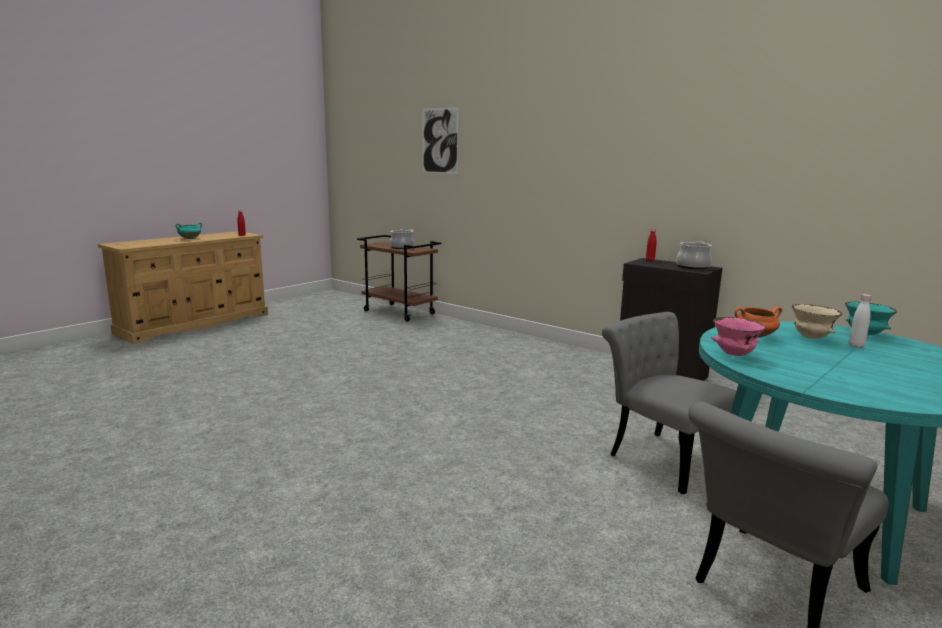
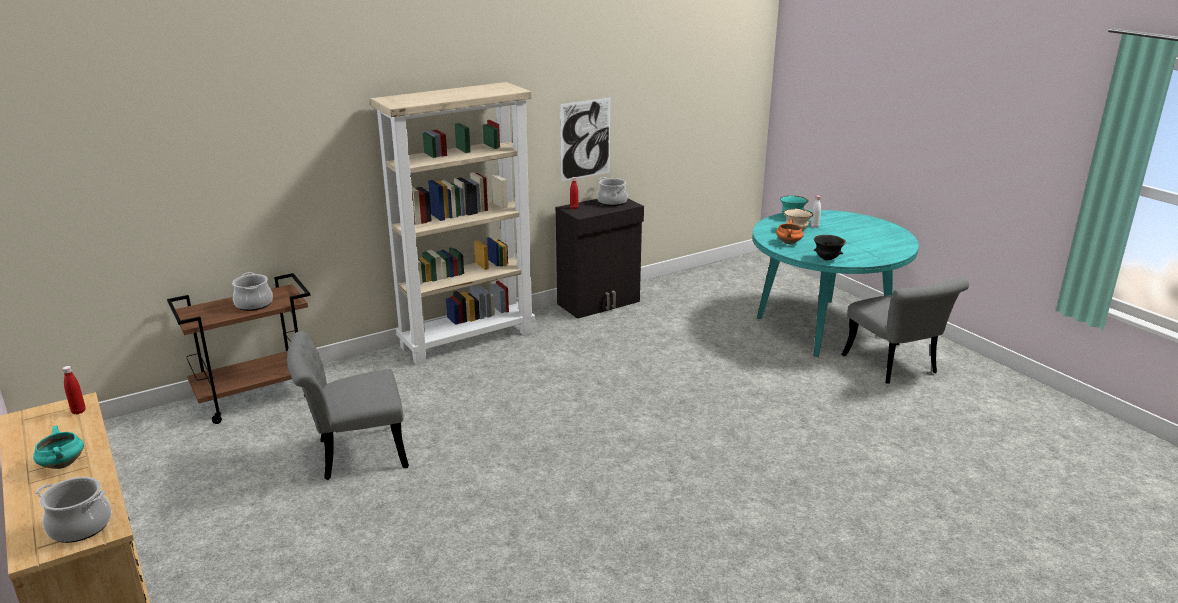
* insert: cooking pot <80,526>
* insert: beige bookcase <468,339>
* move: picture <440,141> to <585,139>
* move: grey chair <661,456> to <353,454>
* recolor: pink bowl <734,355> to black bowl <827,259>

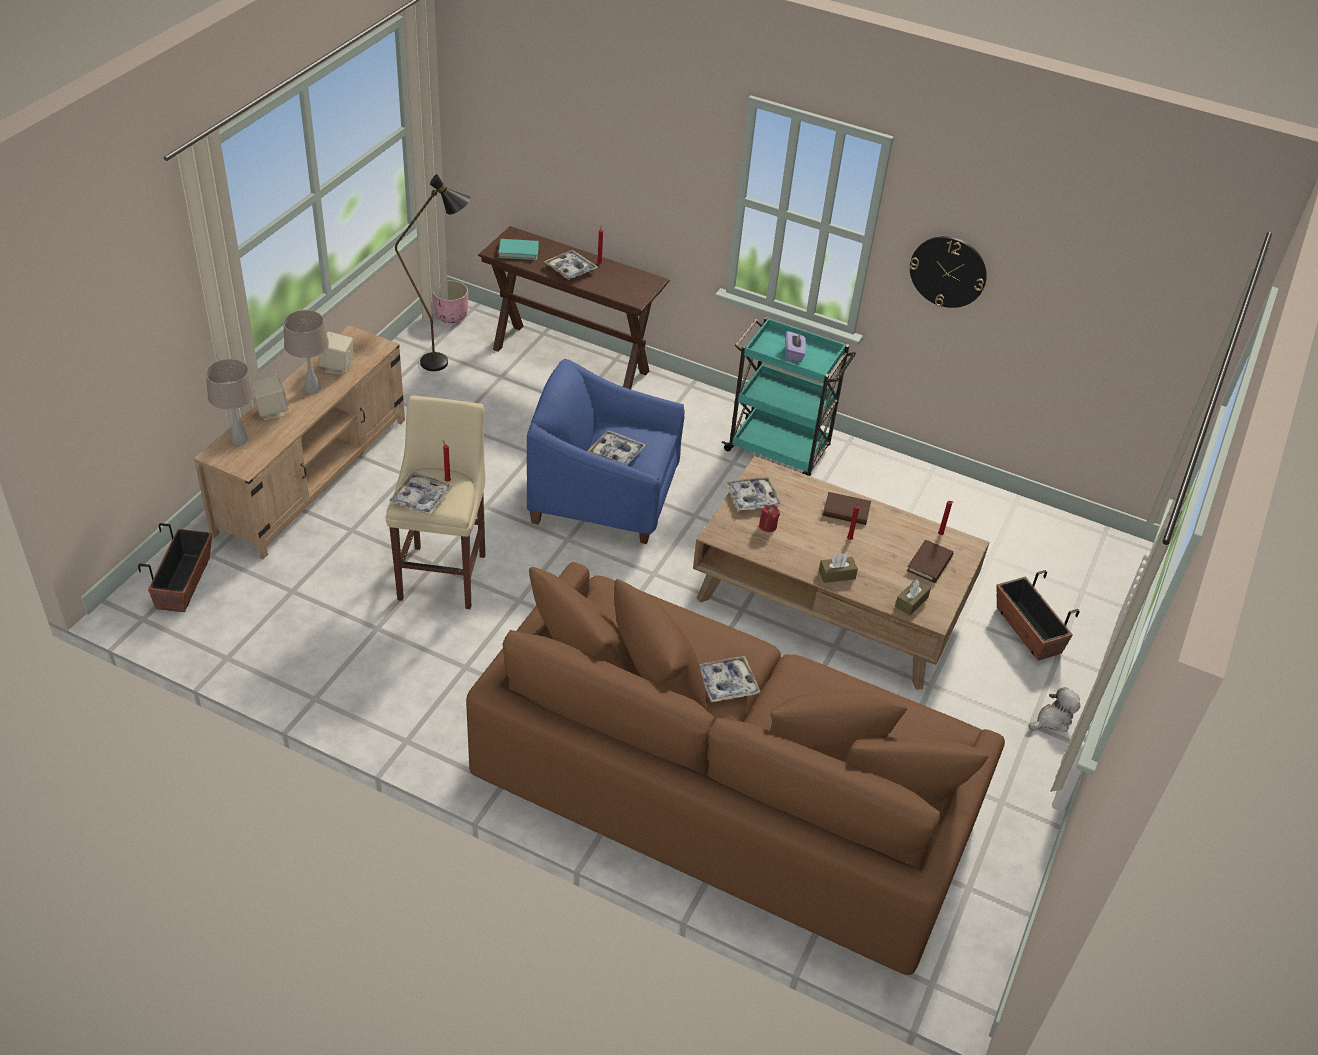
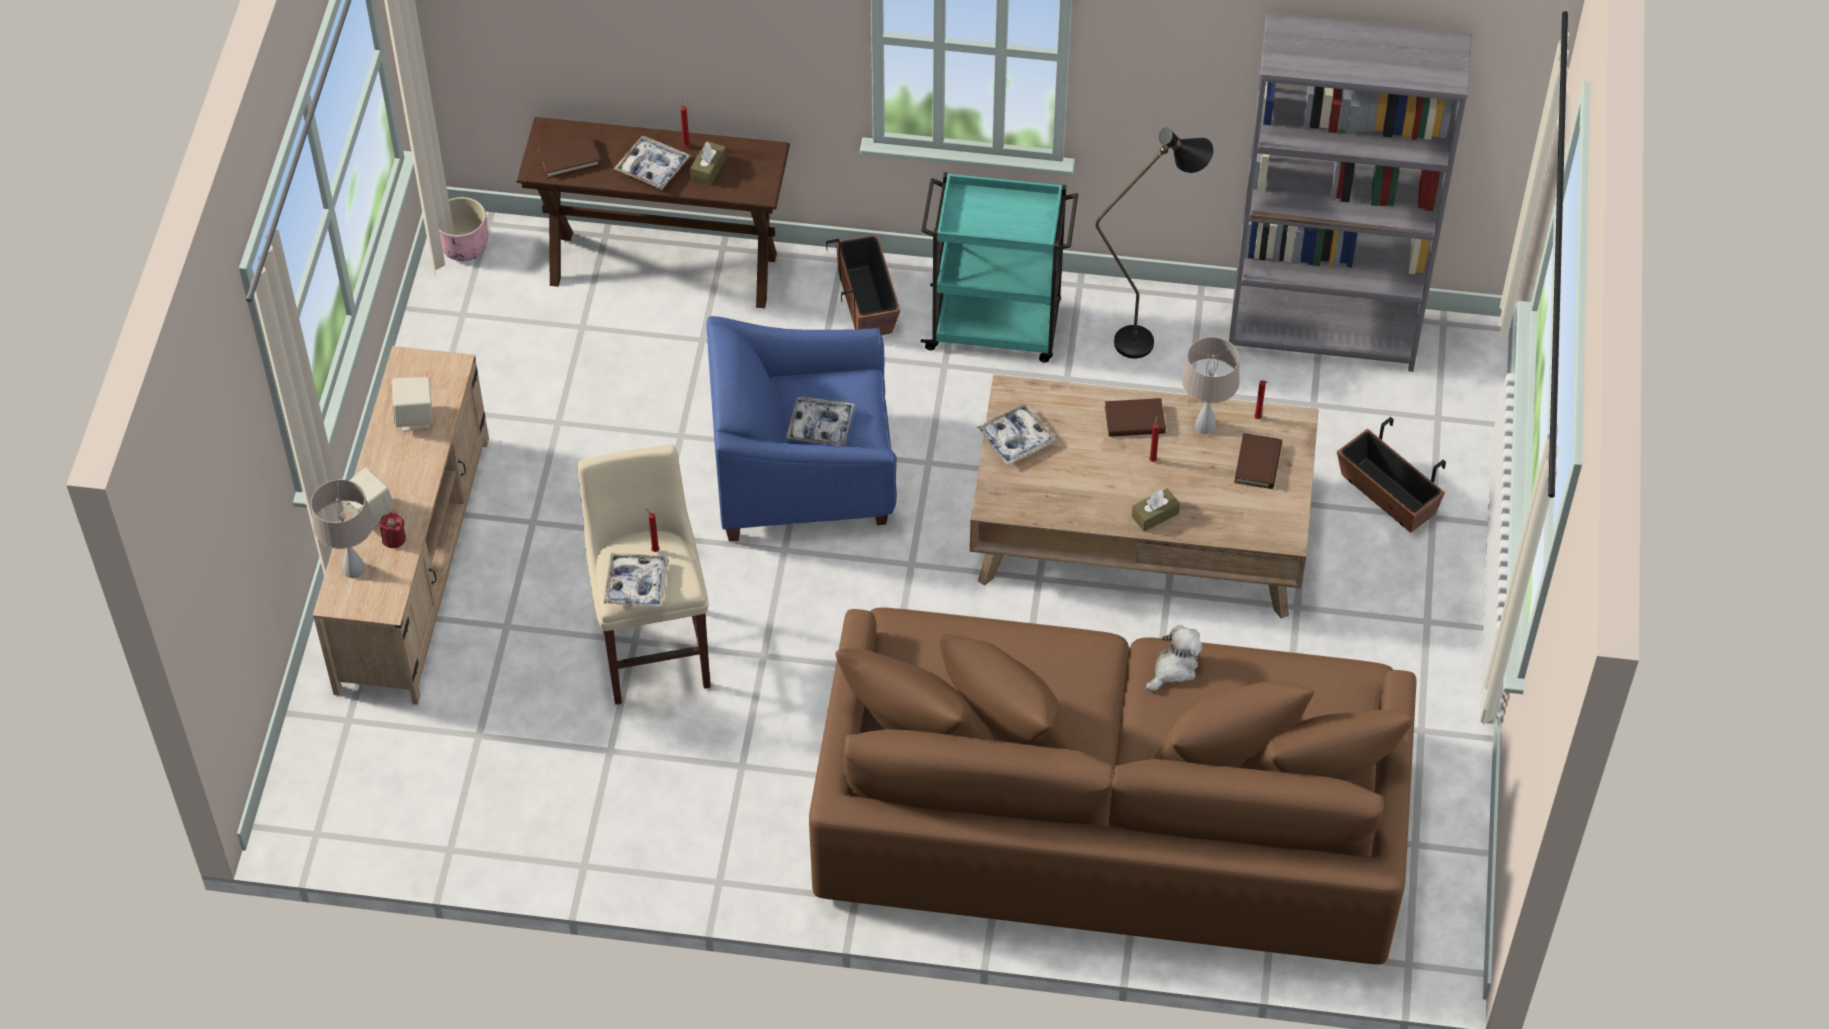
* delete: tray <727,683>
* delete: purple tissue box <794,354>
* delete: wall clock <948,271>
* insert: grey bookcase <1323,332>
* move: planter <184,583> to <866,301>
* move: beige table lamp <312,389> to <1205,426>
* move: black floor lamp <444,364> to <1148,340>
* move: red candle <768,526> to <394,539>
* move: brown tissue box <911,602> to <708,169>
* move: plush toy <1052,720> to <1174,668>
* recolor: turquoise book <518,251> to brown book <569,159>

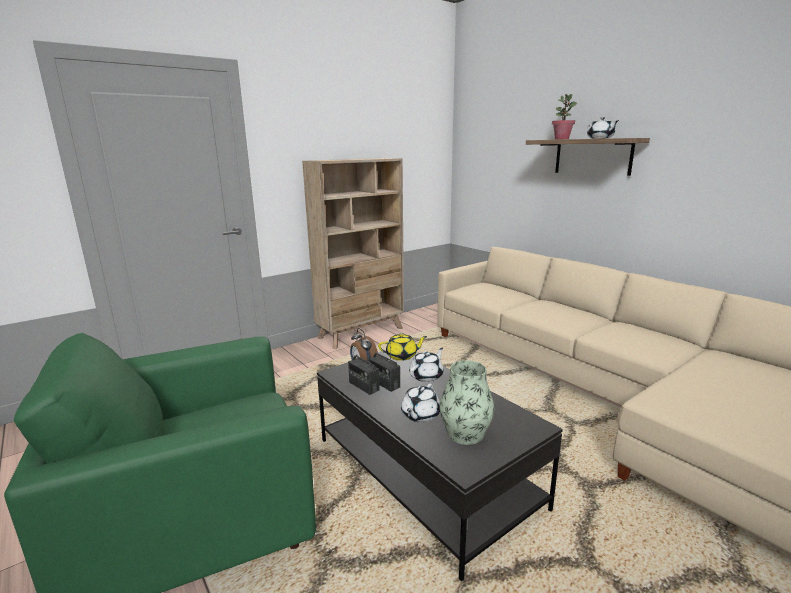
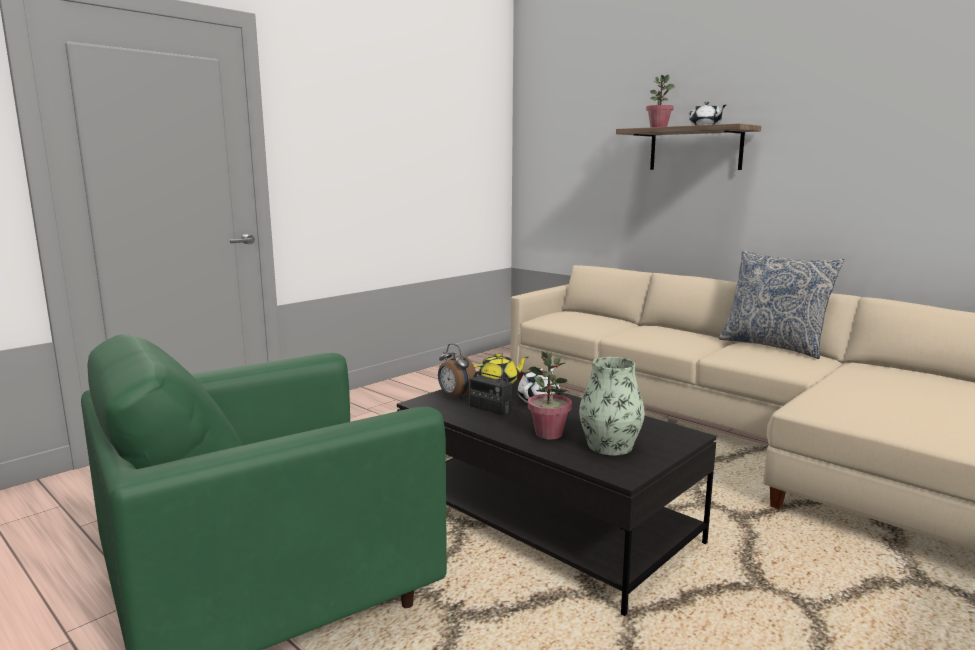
* delete: beige bookcase <361,333>
* delete: radio <363,386>
* insert: pillow <773,346>
* replace: white teapot <420,415> to potted plant <548,434>

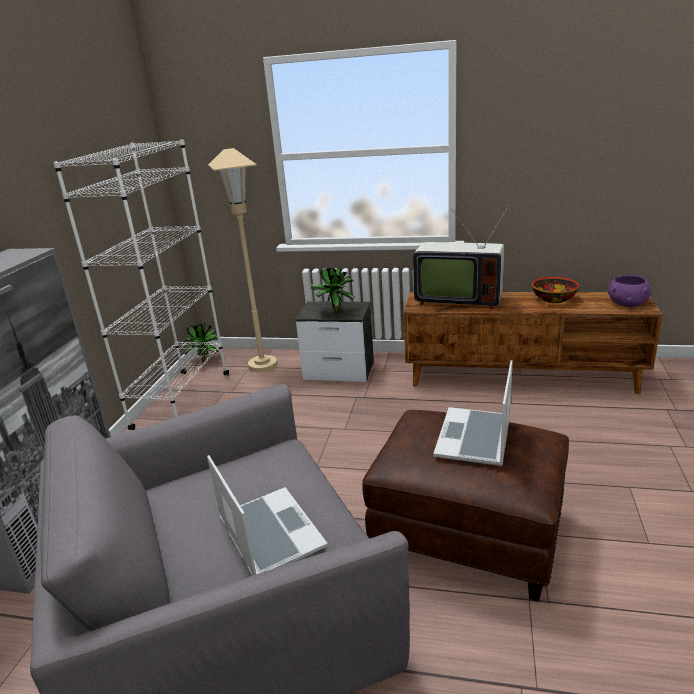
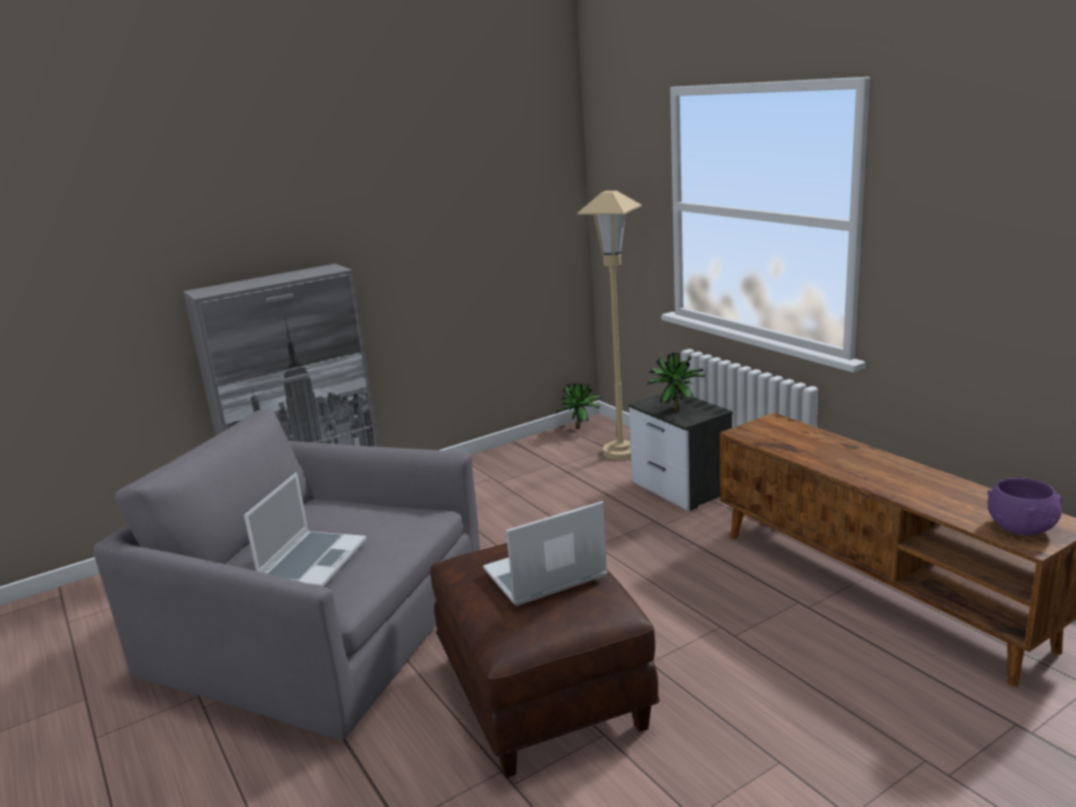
* delete: white bookcase <182,400>
* delete: television <457,299>
* delete: bowl <554,299>

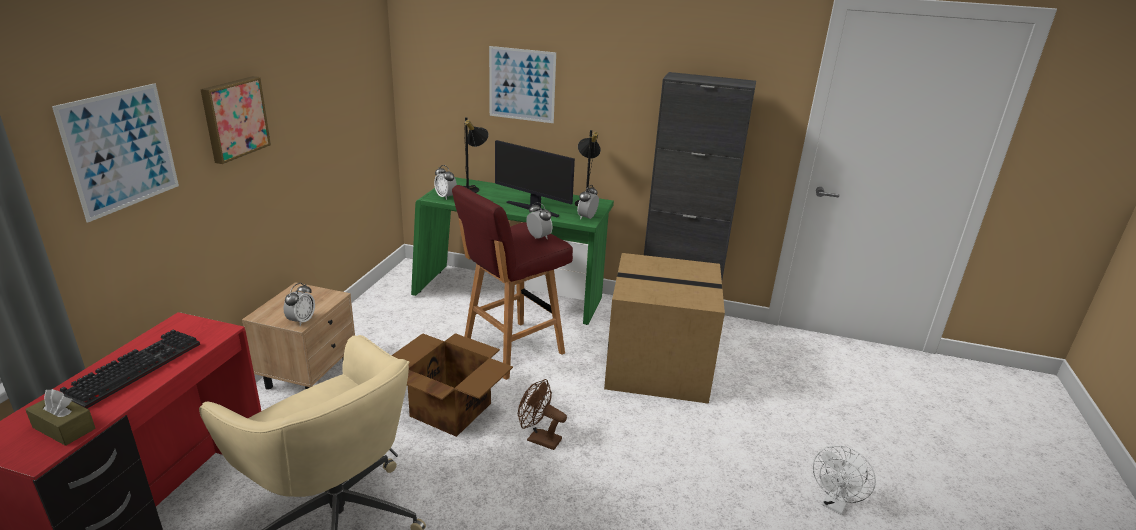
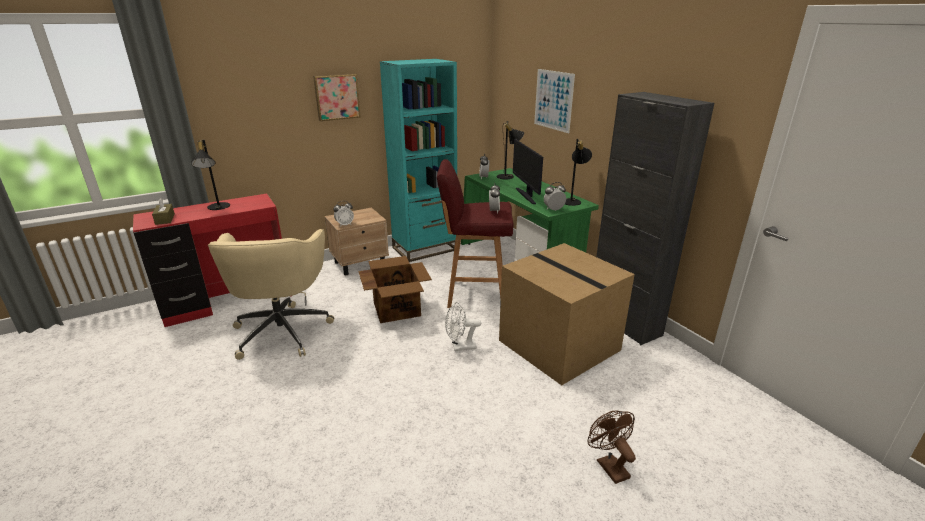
* delete: picture <121,150>
* insert: turquoise bookcase <425,249>
* move: brown fan <539,439> to <609,465>
* move: white fan <835,504> to <460,347>
* replace: keyboard <135,368> to black table lamp <217,208>

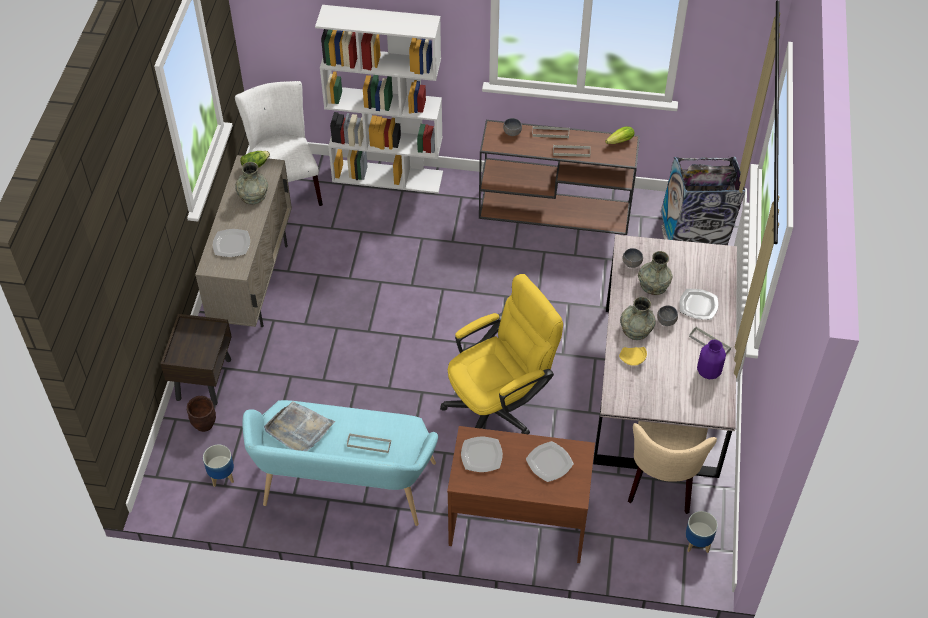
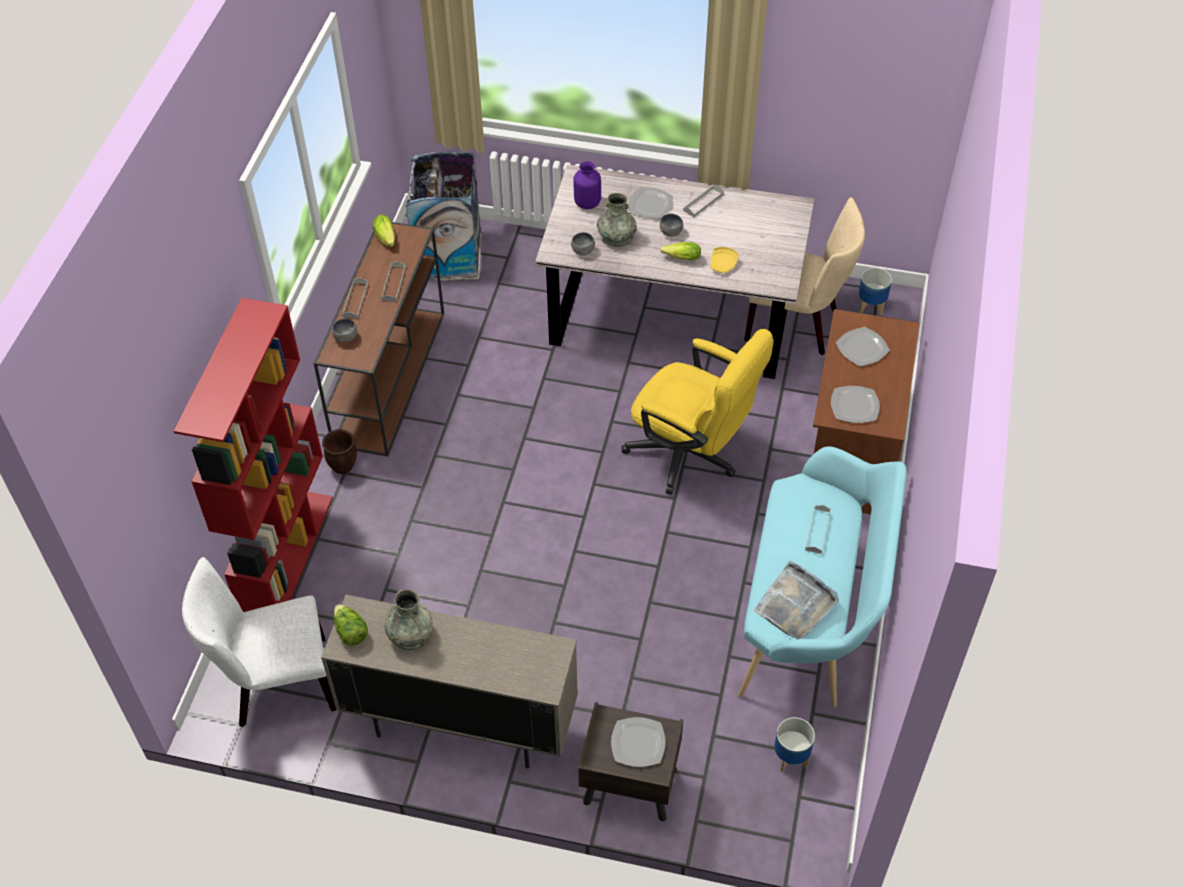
* move: brown planter <204,426> to <343,467>
* move: plate <232,244> to <638,742>
* move: purple vase <708,372> to <588,203>
* replace: grey vase <636,328> to lettuce <680,258>
* recolor: white bookcase <388,176> to red bookcase <286,554>
* rotate: yellow office chair <499,406> = <691,456> 150 degrees clockwise

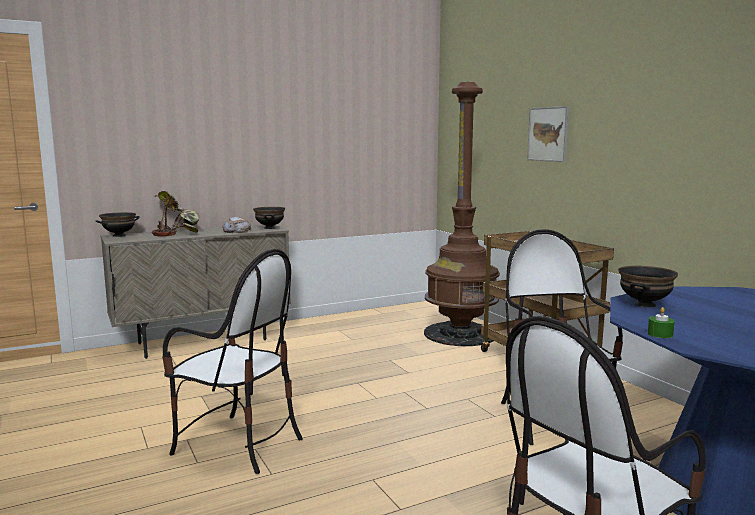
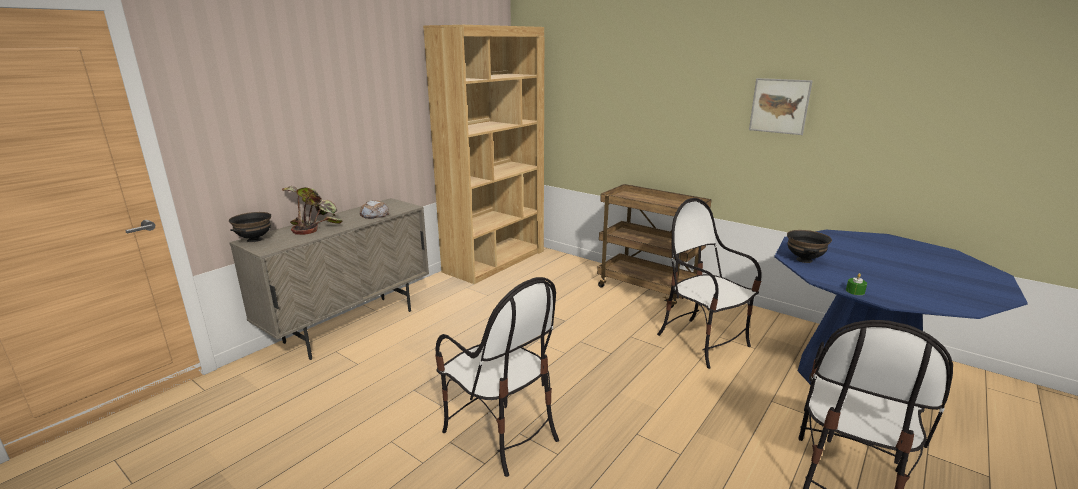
* delete: black bowl <270,228>
* delete: brown floor lamp <460,334>
* insert: brown bookcase <495,261>
* move: picture <548,134> to <779,106>
* rotate: chair <237,444> = <500,433> 45 degrees clockwise

